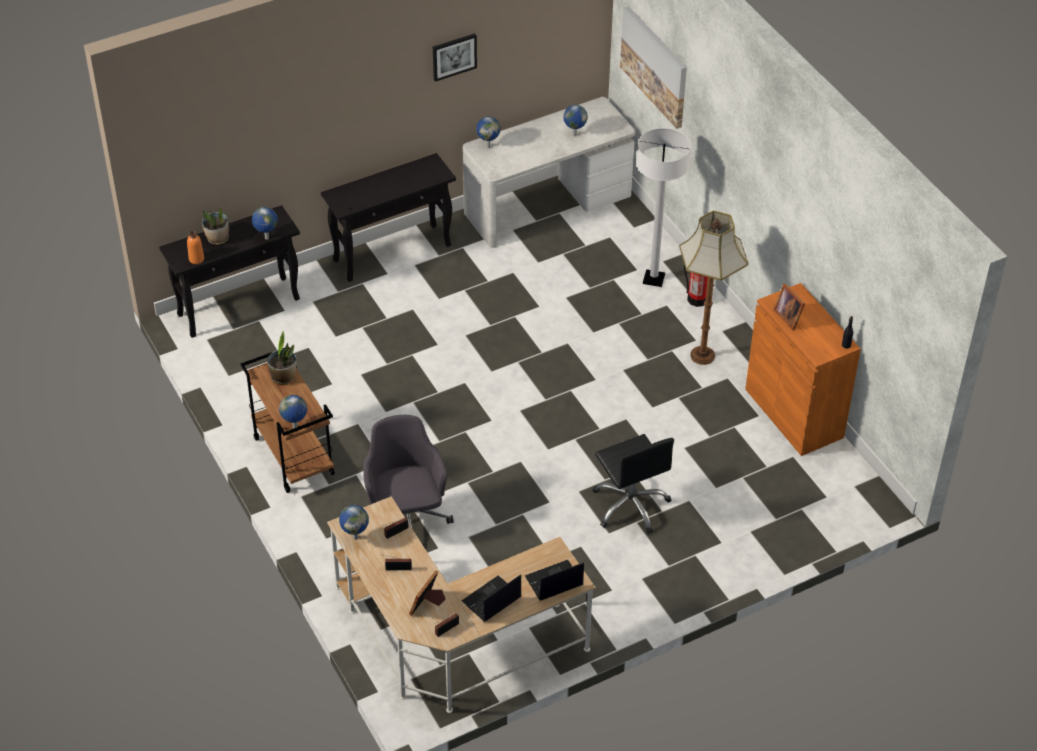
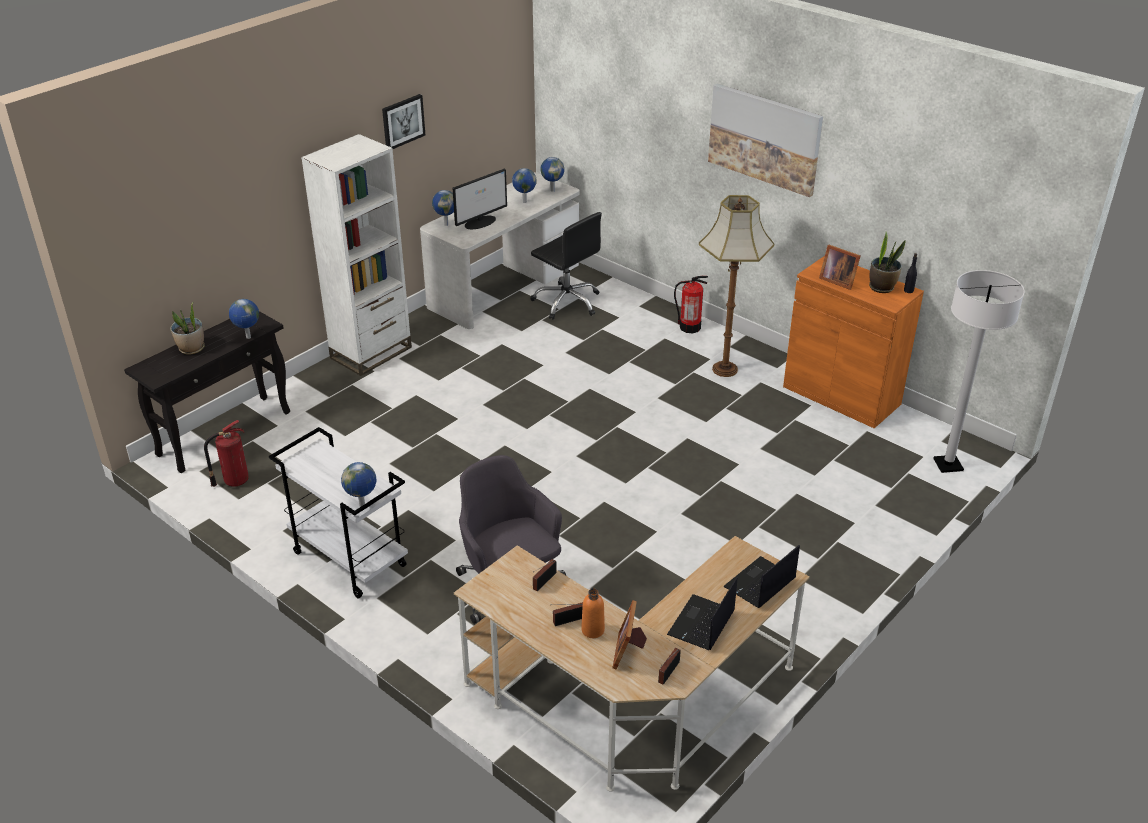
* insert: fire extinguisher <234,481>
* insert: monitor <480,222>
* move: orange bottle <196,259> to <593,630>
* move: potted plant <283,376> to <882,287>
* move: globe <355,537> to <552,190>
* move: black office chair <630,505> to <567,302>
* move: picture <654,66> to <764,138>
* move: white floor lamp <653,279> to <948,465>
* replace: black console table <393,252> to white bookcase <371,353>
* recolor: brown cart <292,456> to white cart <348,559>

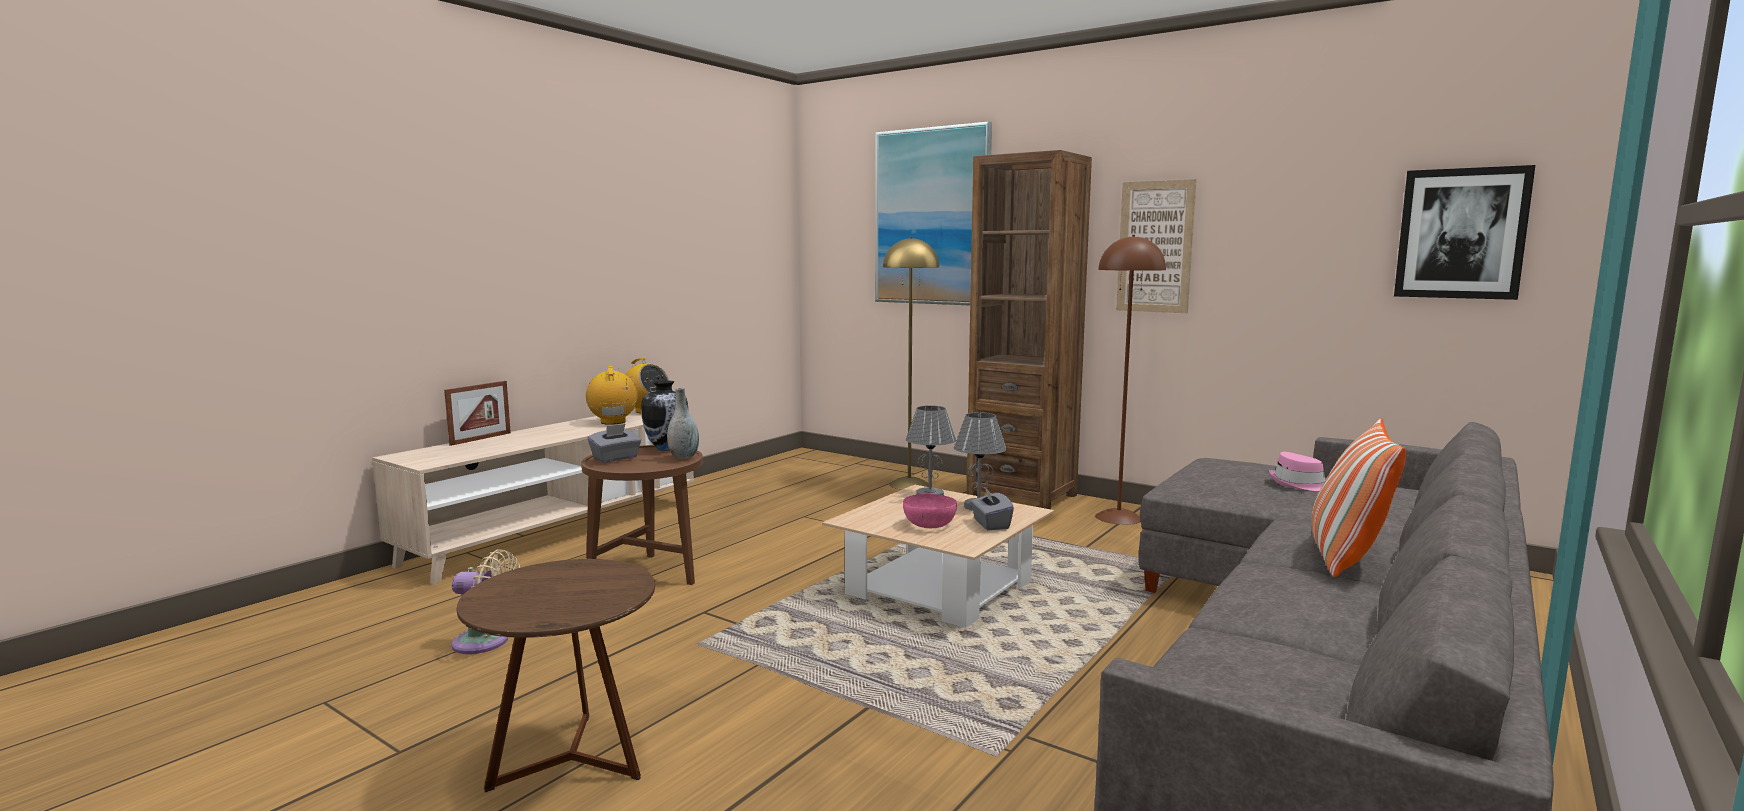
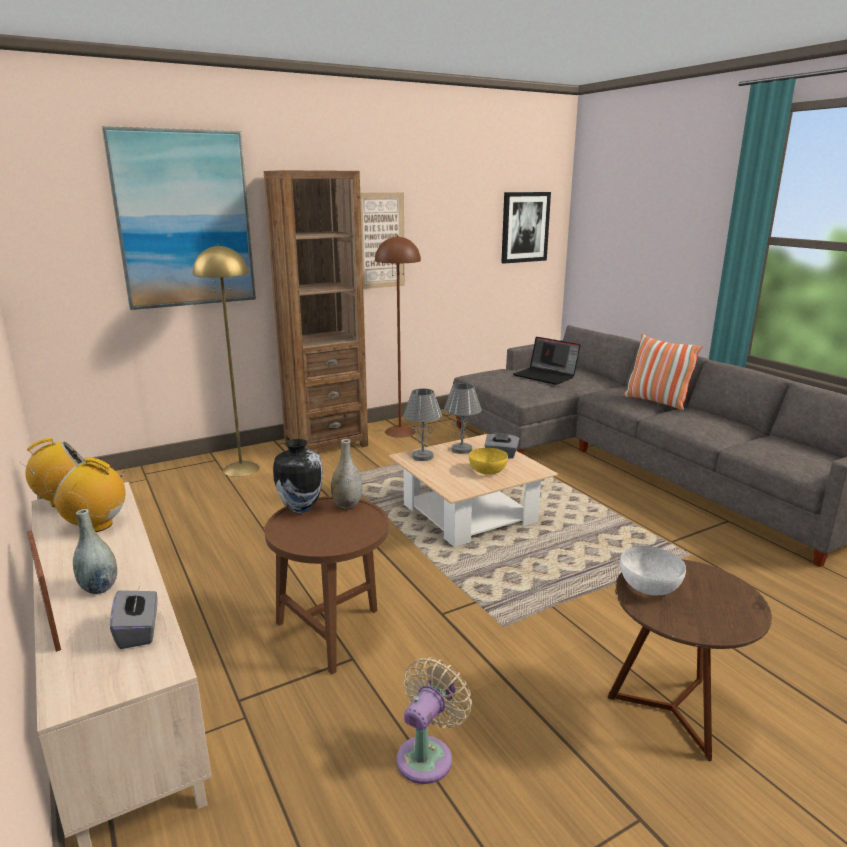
* insert: grey vase <99,588>
* insert: white bowl <650,586>
* move: grey tissue box <616,458> to <138,632>
* replace: pink hat <1299,484> to laptop <546,376>
* recolor: pink bowl <928,524> to yellow bowl <487,471>

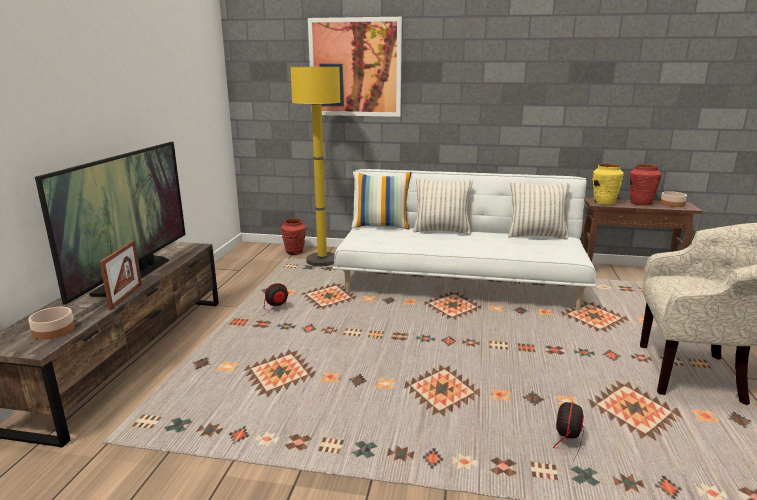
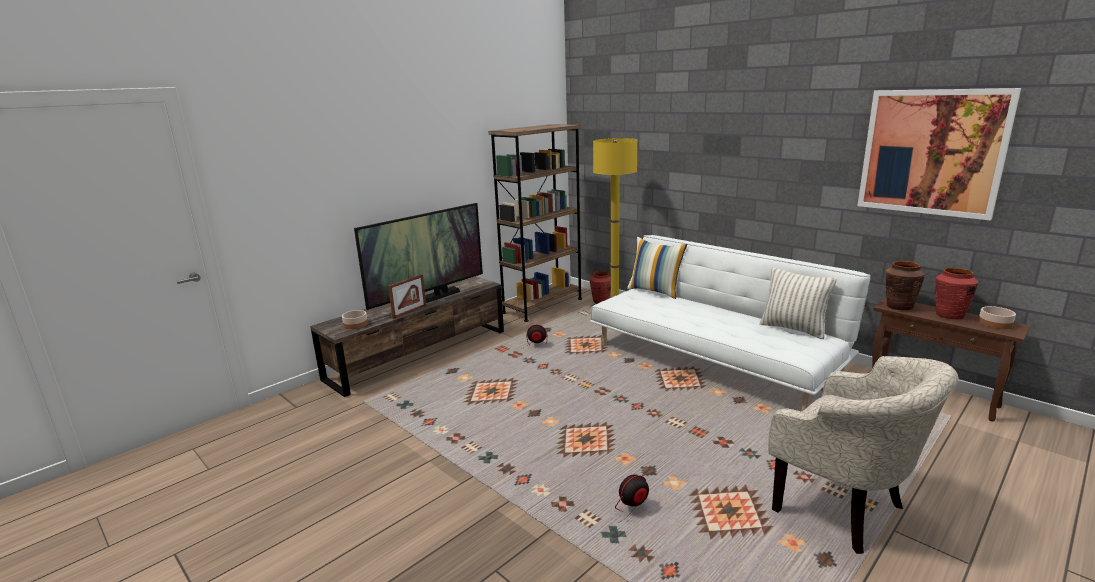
* delete: pillow <441,231>
* insert: brown bookcase <543,305>
* move: picture <355,67> to <931,152>
* recolor: yellow vase <604,202> to brown vase <899,306>

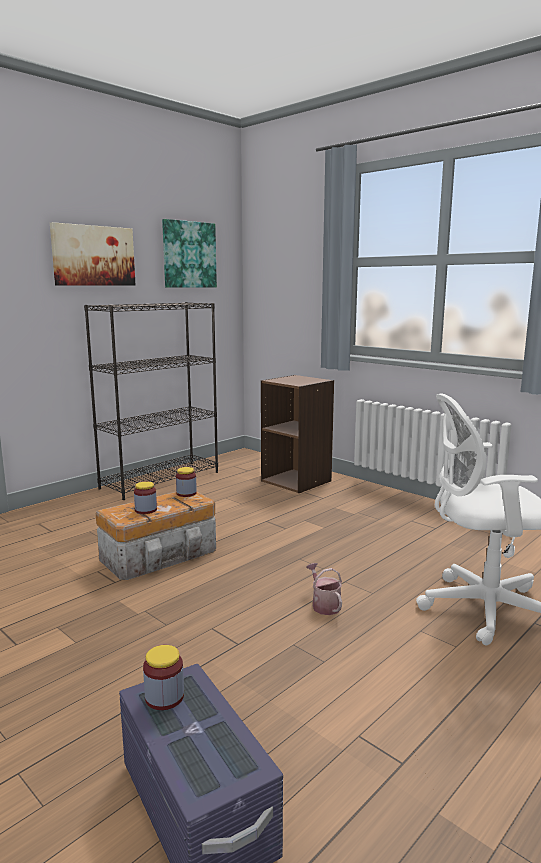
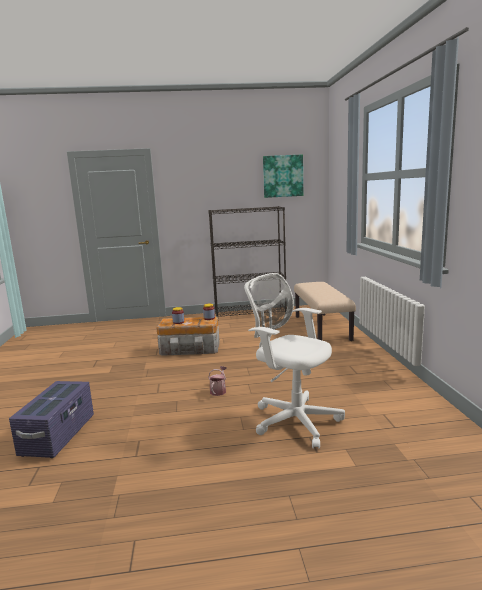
* delete: picture <93,256>
* delete: jar <164,697>
* replace: brown bookcase <297,481> to beige bench <322,328>

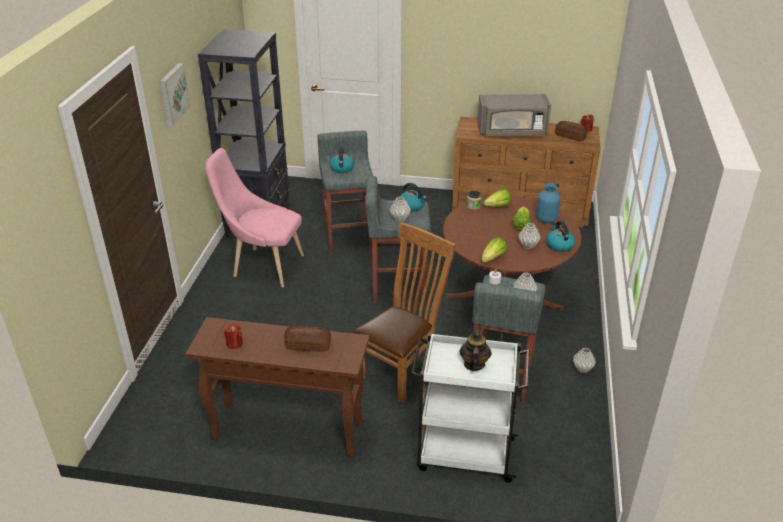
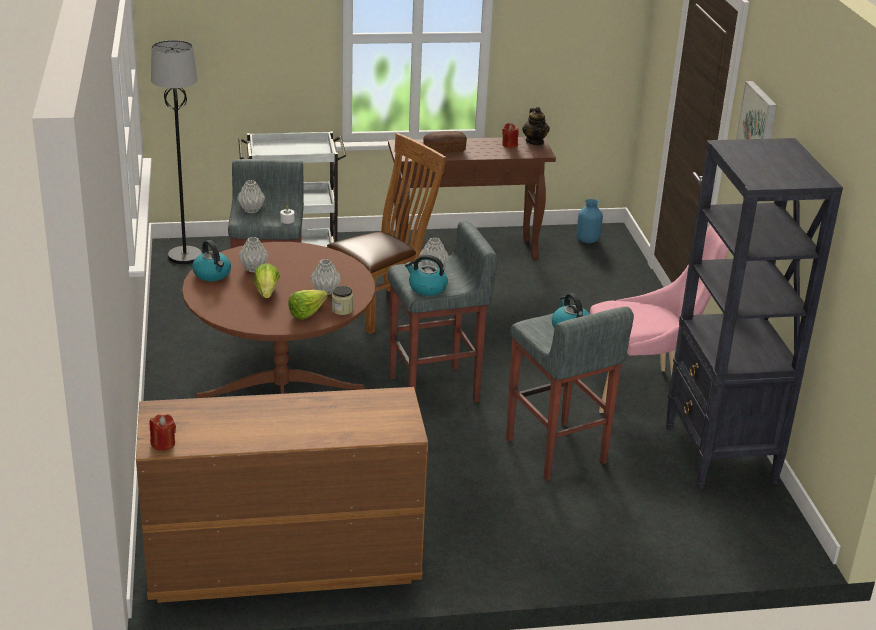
* delete: grey microwave <512,131>
* delete: lettuce <493,258>
* delete: bread <570,136>
* insert: black floor lamp <185,256>
* move: teapot <474,364> to <535,141>
* move: blue vase <546,220> to <588,240>
* move: grey vase <582,369> to <325,291>
* rotate: brown chair <402,369> = <382,307> 150 degrees counterclockwise

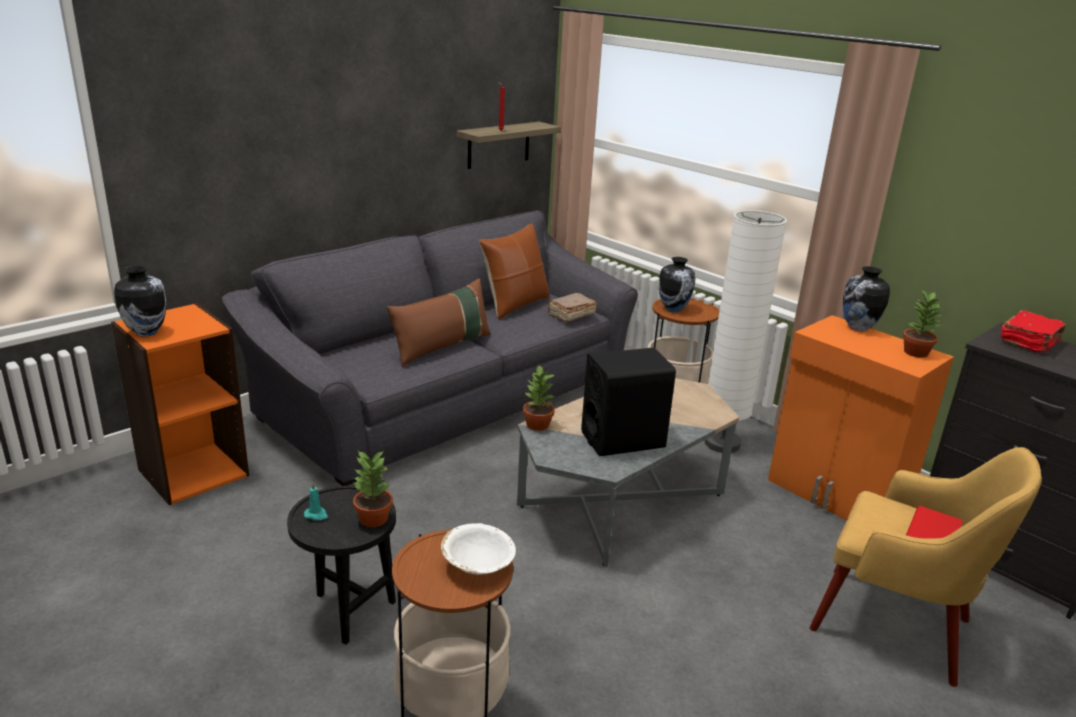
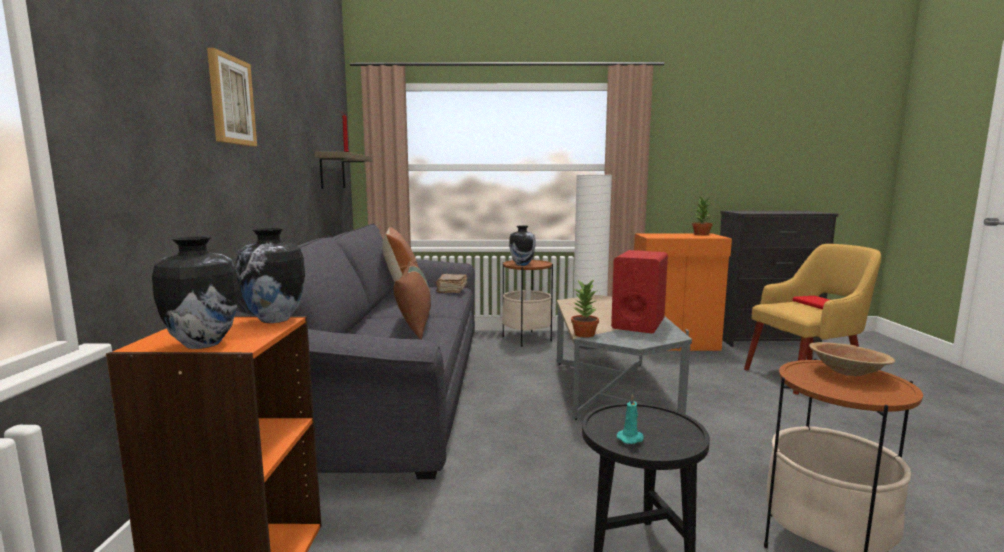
* delete: potted plant <372,519>
* delete: red book <1029,342>
* insert: picture <230,100>
* move: vase <858,328> to <275,320>
* recolor: white bowl <478,564> to brown bowl <848,372>
* recolor: black speaker <623,439> to red speaker <638,323>

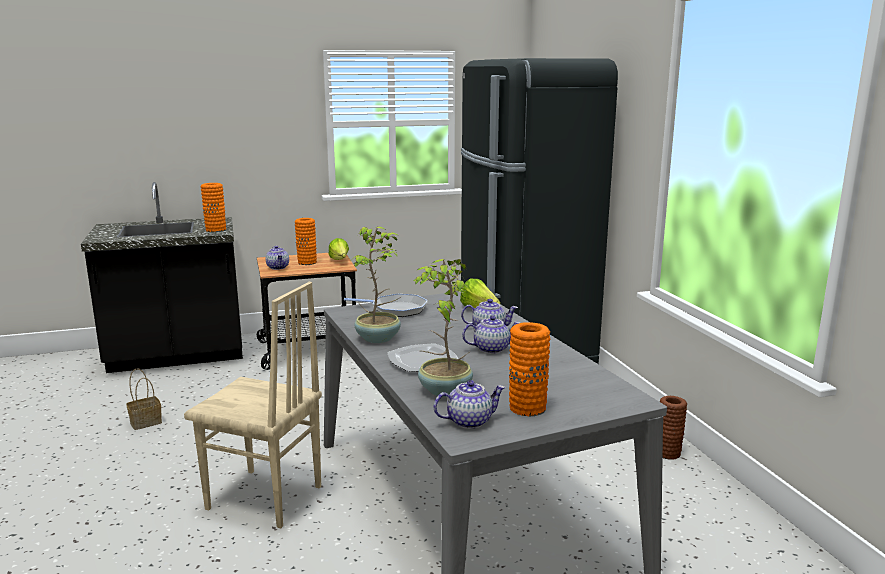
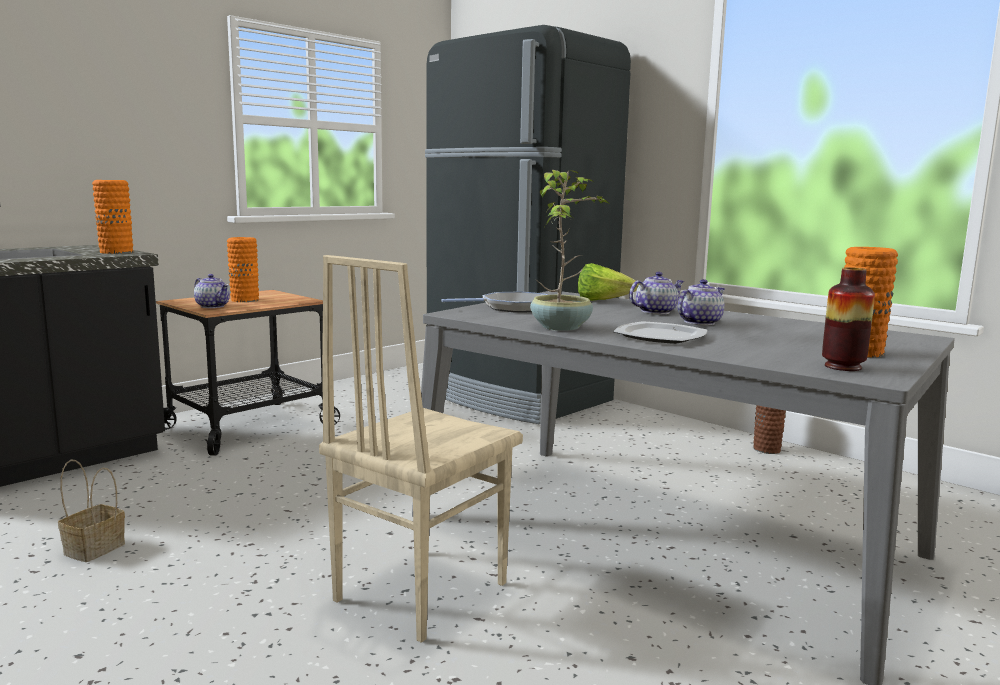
* delete: lettuce <340,261>
* delete: potted plant <443,391>
* replace: teapot <469,421> to vase <843,367>
* rotate: beige chair <264,499> = <418,591> 135 degrees clockwise

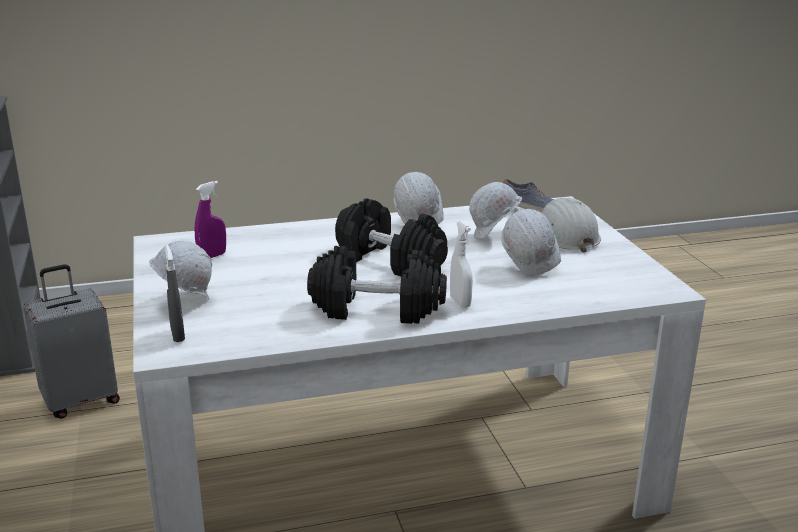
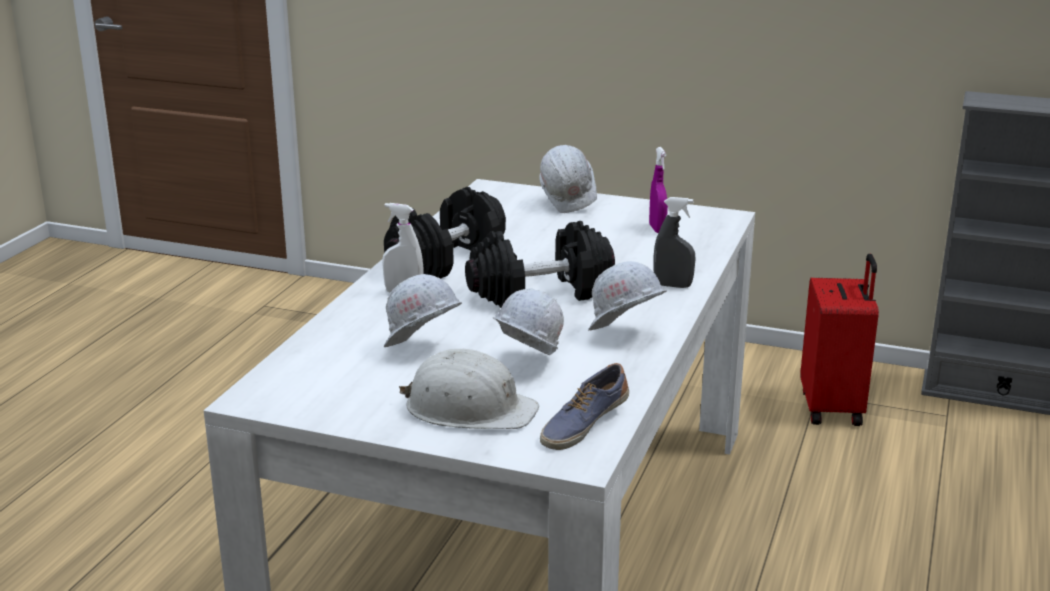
* move: grey spray bottle <177,335> to <673,285>
* recolor: grey suitcase <81,400> to red suitcase <833,408>

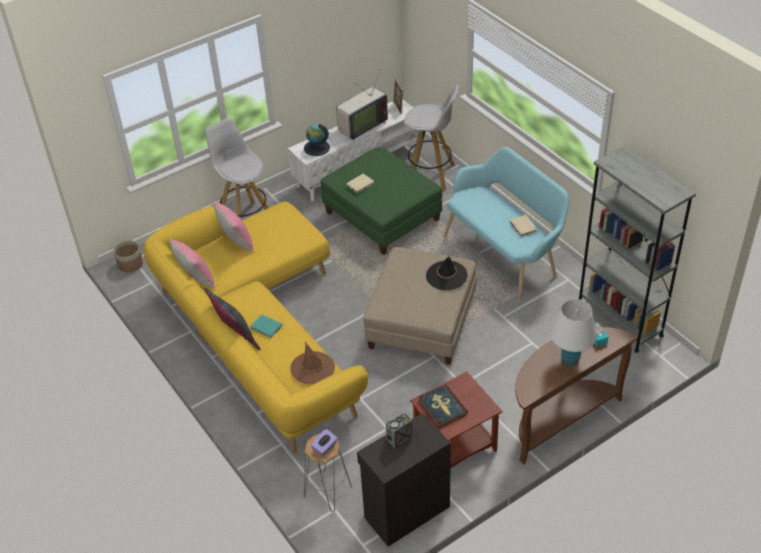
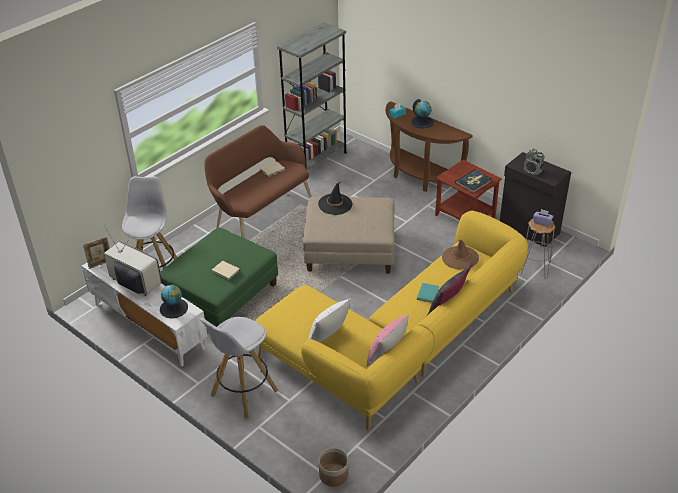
* replace: white table lamp <570,360> to globe <422,122>
* recolor: pink pillow <236,242> to white pillow <329,338>
* recolor: turquoise bench <504,255> to brown bench <261,218>

